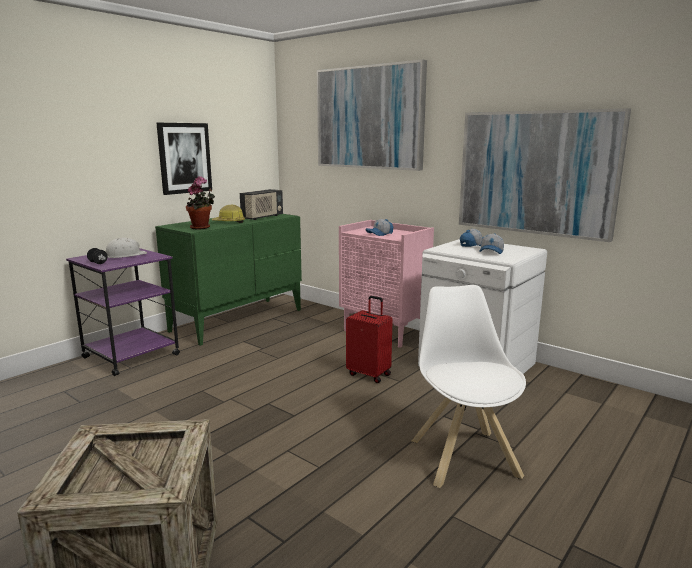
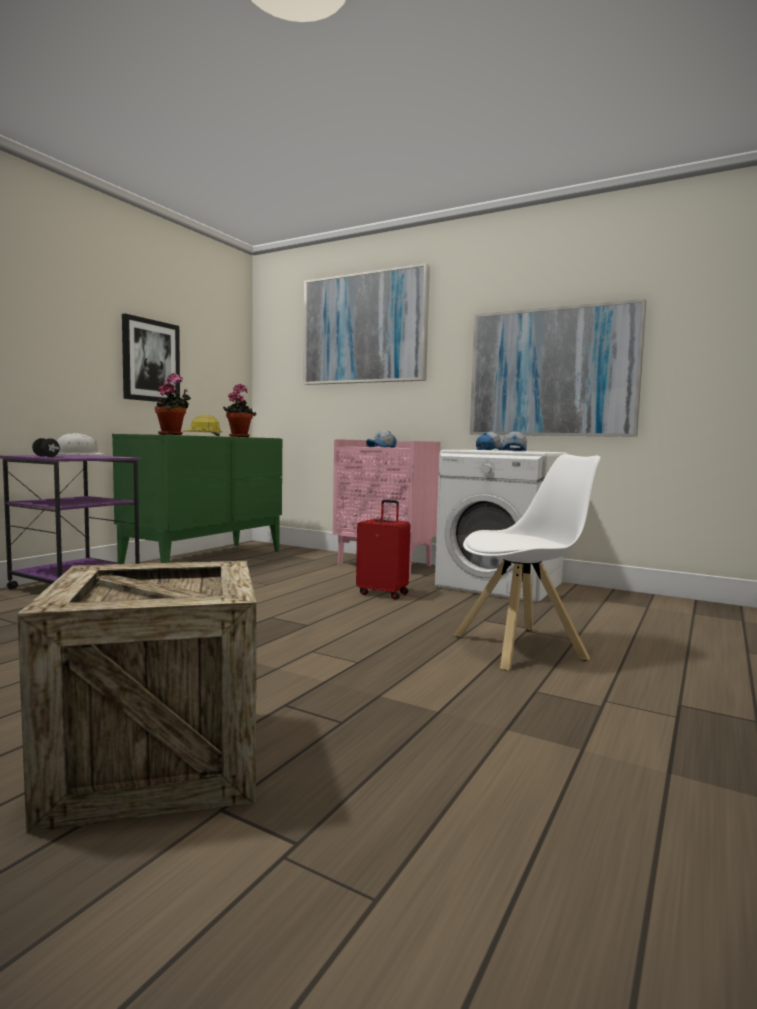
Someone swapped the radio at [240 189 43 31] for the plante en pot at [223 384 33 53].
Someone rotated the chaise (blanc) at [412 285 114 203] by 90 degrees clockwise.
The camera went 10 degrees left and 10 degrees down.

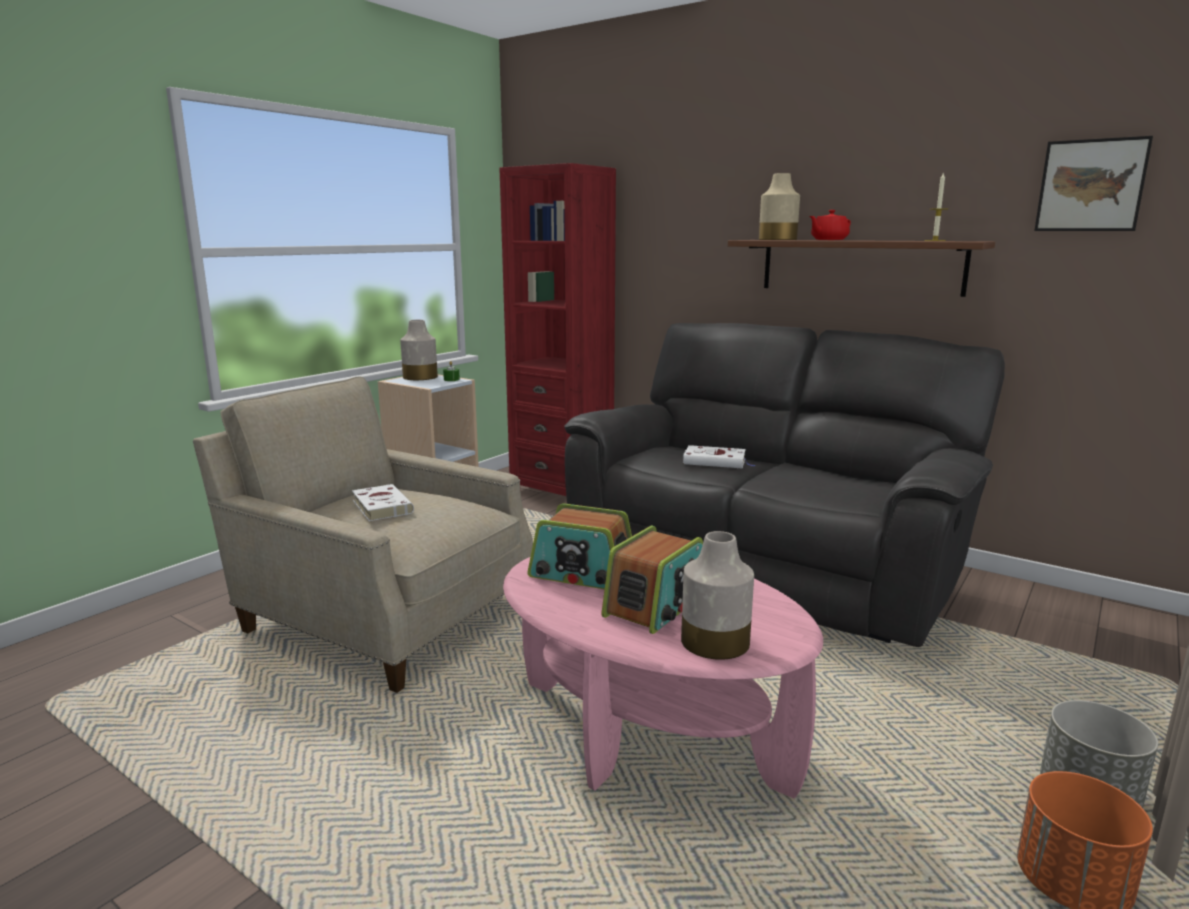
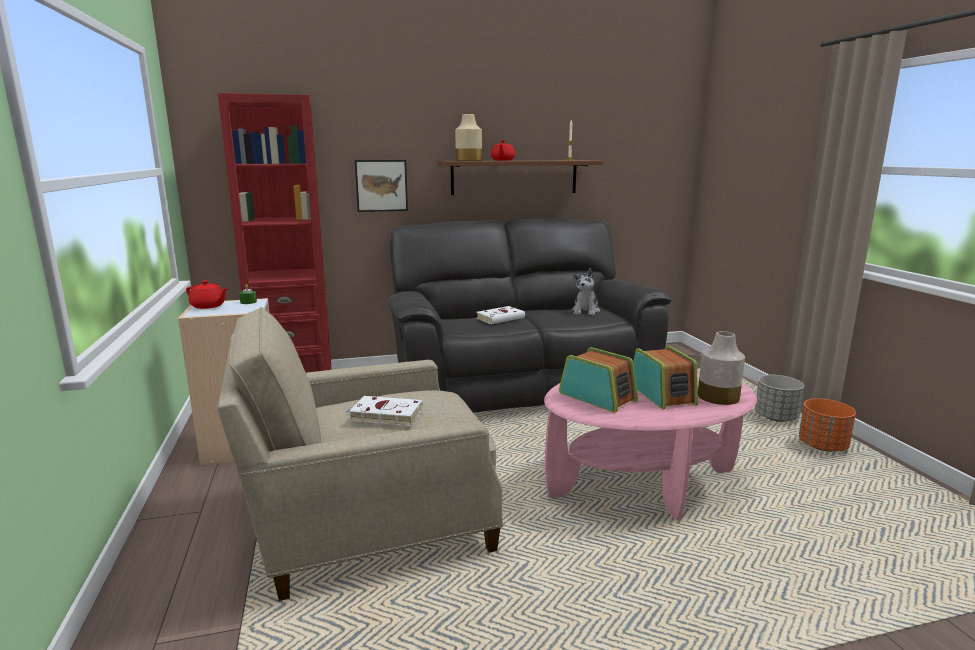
Someone swapped the vase (beige) at [400 320 38 60] for the théière (rouge) at [186 280 42 29].
Someone carried the tableau from [1034 136 119 95] to [355 160 53 52].
Someone rotated the radio at [527 503 105 86] by 105 degrees counterclockwise.
Someone put down the peluche at [572 268 28 48].
The camera went 50 degrees left and 0 degrees up.

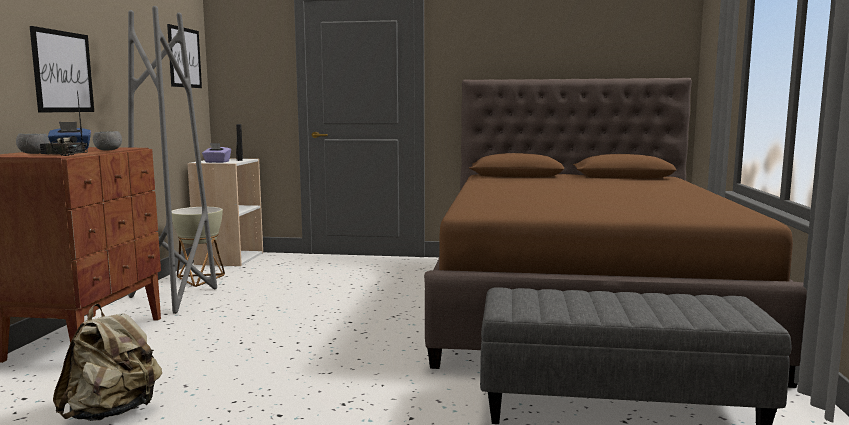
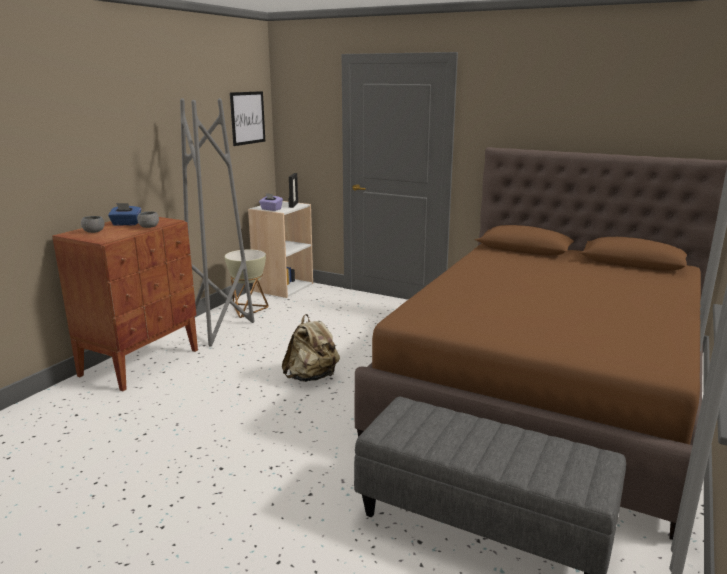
Someone carried the sac à dos (beige) from [53 304 109 117] to [282 314 58 68].
Someone took away the tableau at [30 26 64 87].
Someone took away the radio at [40 90 48 66].
The camera went 20 degrees right and 10 degrees up.

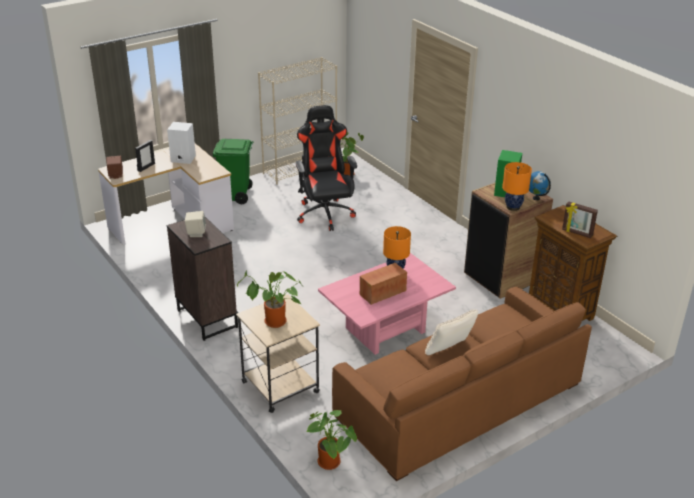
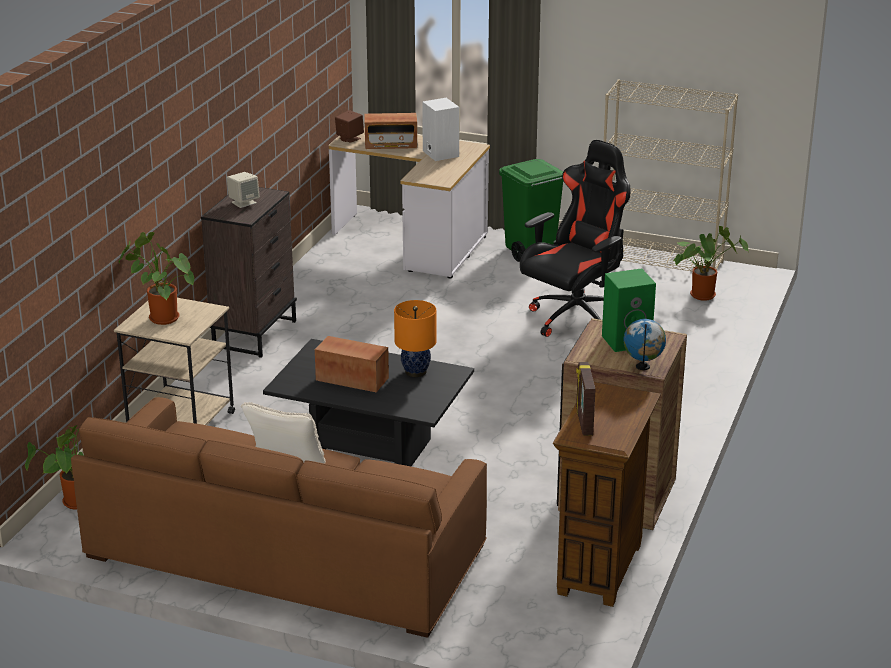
Someone repainted the table basse (rose) at [318 253 138 102], which became the table basse (noir) at [263 339 211 127].
Someone swapped the cadre photo at [135 140 20 32] for the radio at [364 113 53 36].
Someone took away the lampe de table (orange) at [502 162 30 49].
The camera went 55 degrees right and 5 degrees down.

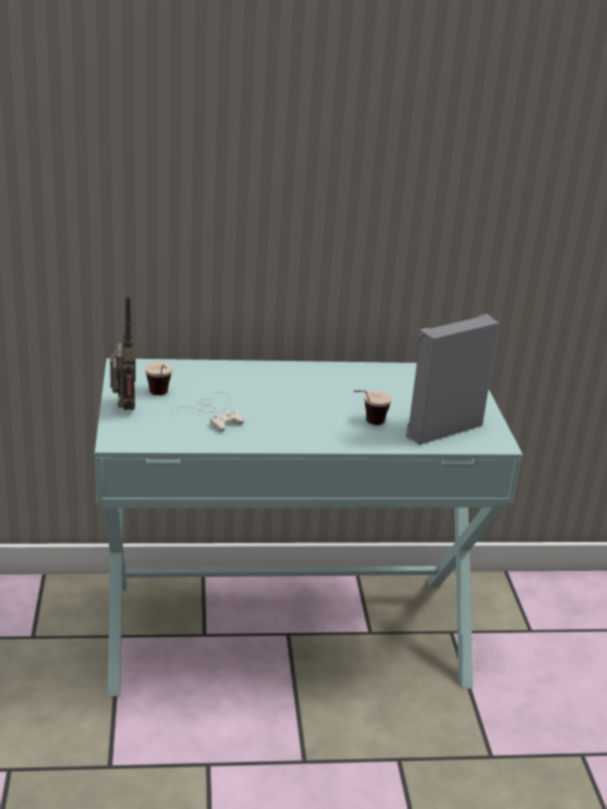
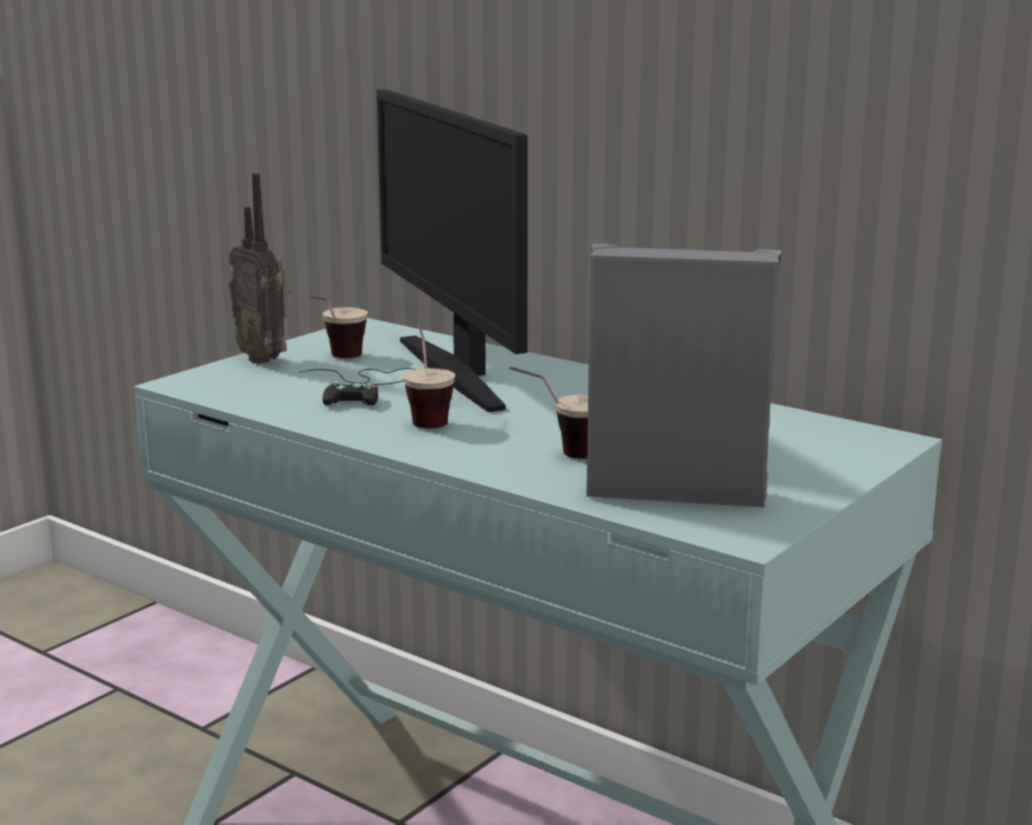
Someone rotated the radio at [110 296 26 114] by 105 degrees clockwise.
Someone repainted the manette (blanc) at [170 392 74 40], which became the manette (noir) at [299 368 117 38].
Someone put down the écran d'ordinateur at [377 89 151 323].
Someone put down the tasse at [403 323 52 105].
The camera went 45 degrees right and 10 degrees down.

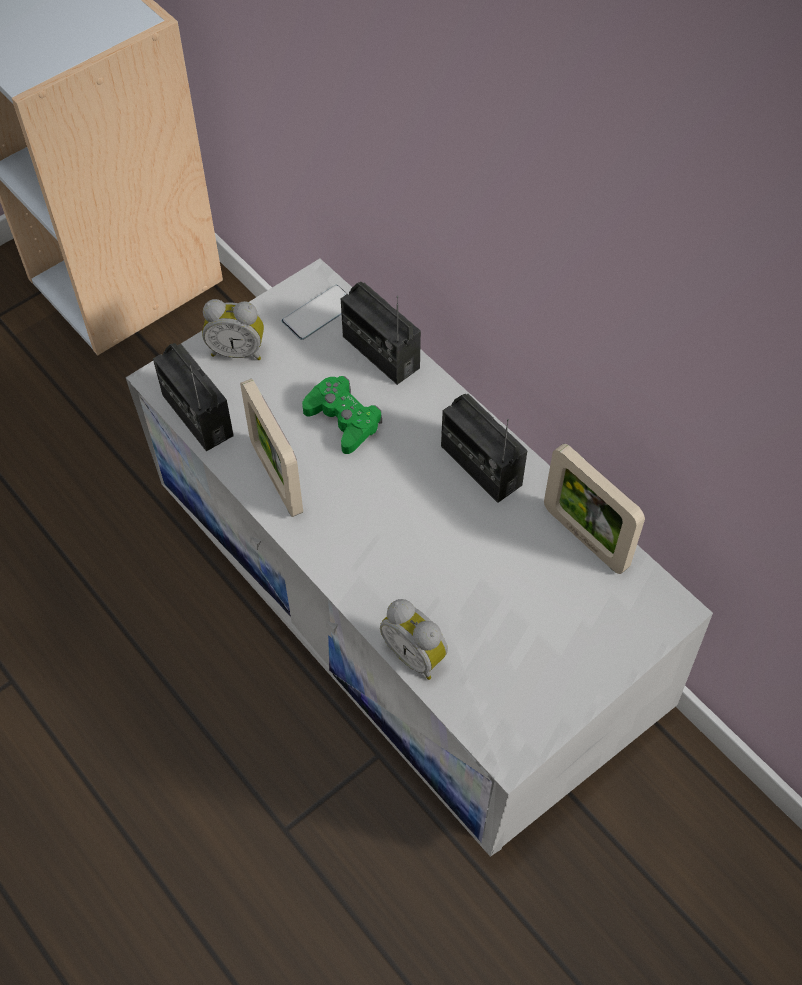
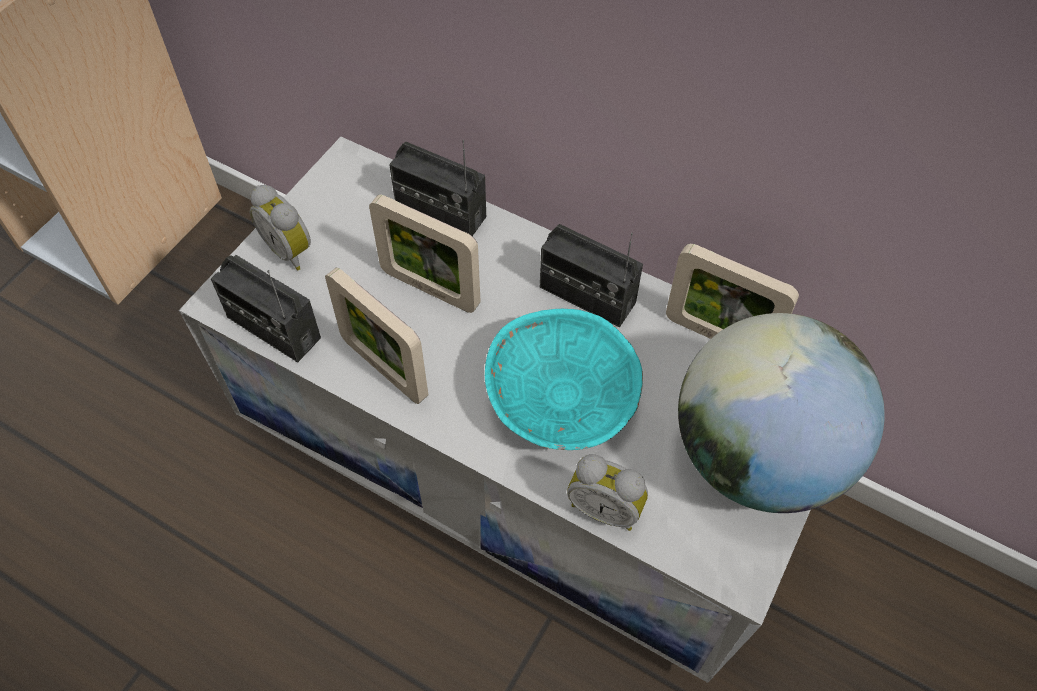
Someone rotated the réveil at [202 299 62 61] by 60 degrees clockwise.
Someone swapped the manette (vert) at [302 376 80 78] for the cadre photo at [369 195 111 118].
Someone put down the bol (turquoise) at [485 309 158 141].
Someone put down the globe at [678 313 207 200].
Someone took away the téléphone at [282 285 67 55].
The camera went 20 degrees left and 0 degrees up.

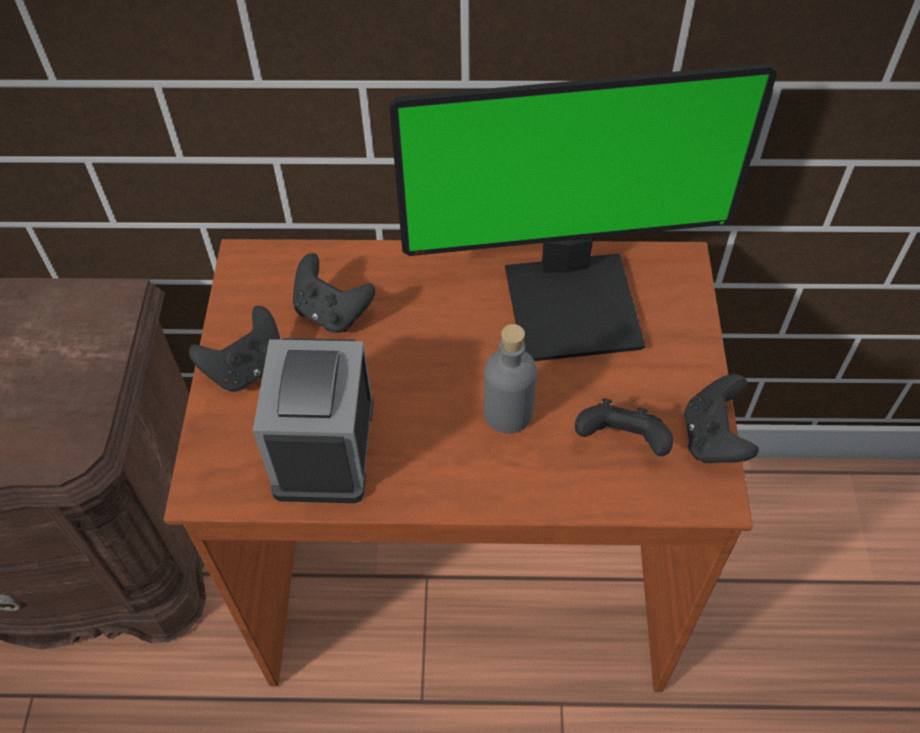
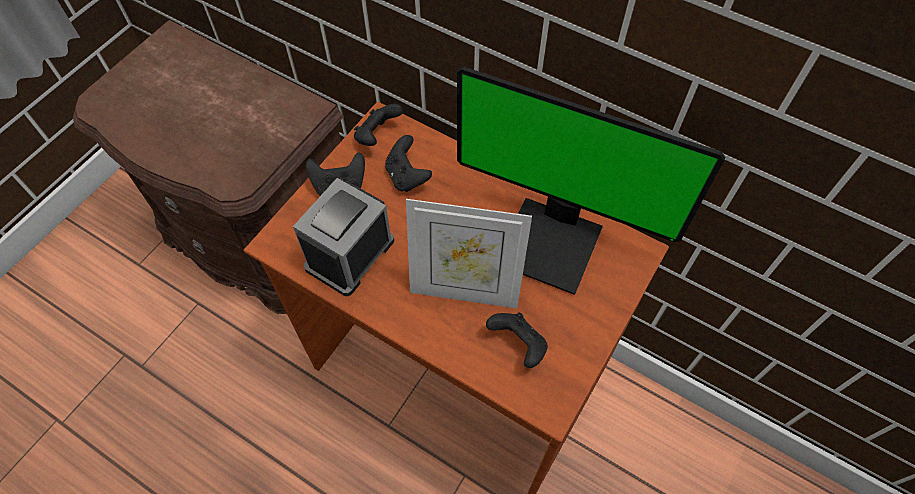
Someone carried the manette (noir) from [684 374 75 89] to [354 104 49 42].
Someone swapped the bouteille (gris) at [484 324 53 109] for the cadre photo at [406 199 126 109].
The camera went 30 degrees right and 5 degrees up.

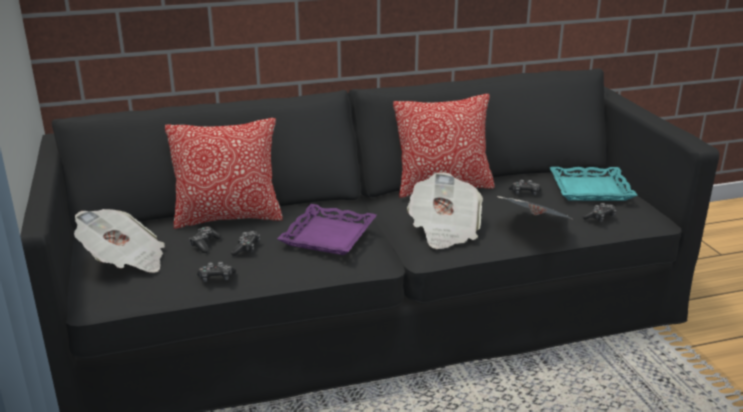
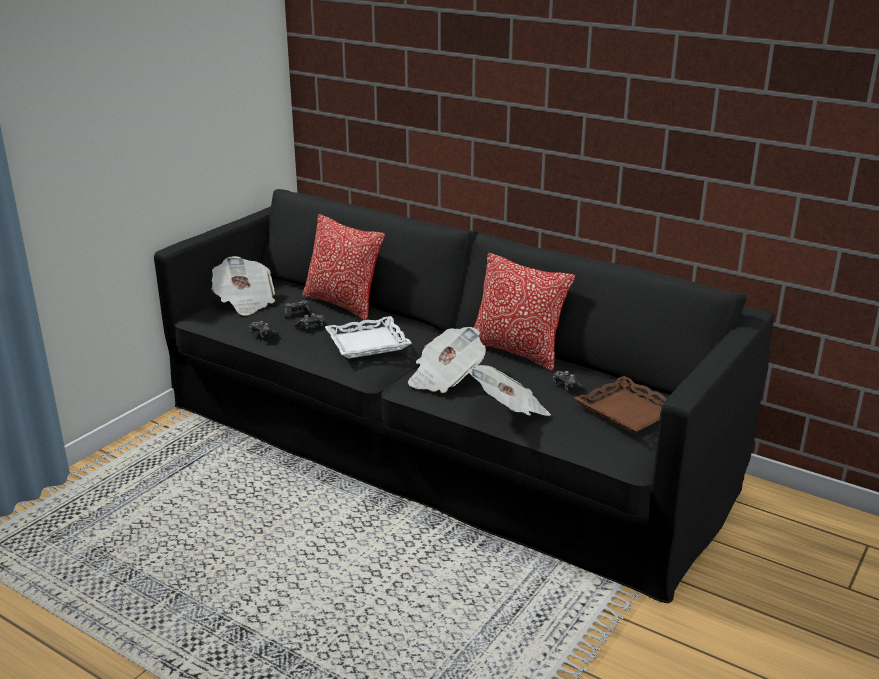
Someone repainted the plateau (violet) at [277 204 100 51], which became the plateau (blanc) at [325 316 87 43].
Someone repainted the plateau (turquoise) at [549 167 89 34], which became the plateau (marron) at [574 376 93 58].
Someone took away the manette at [582 203 35 19].
The camera went 50 degrees right and 0 degrees up.

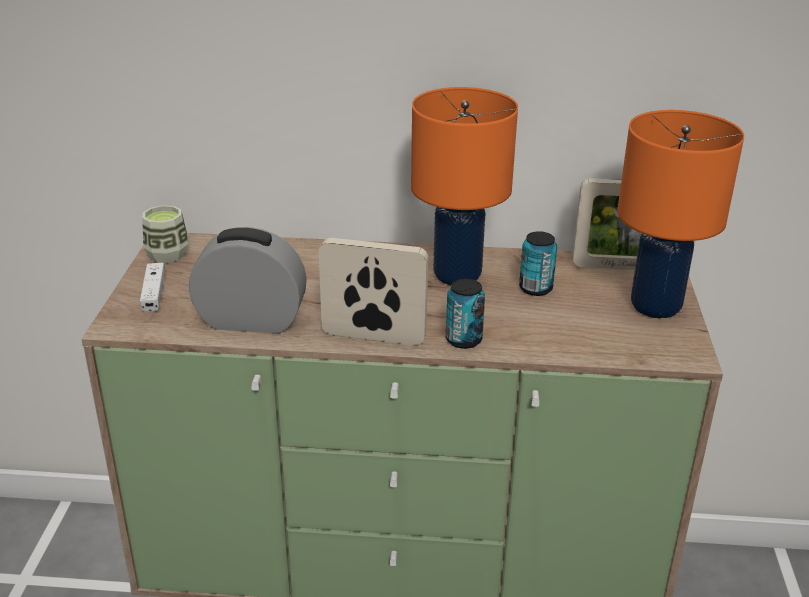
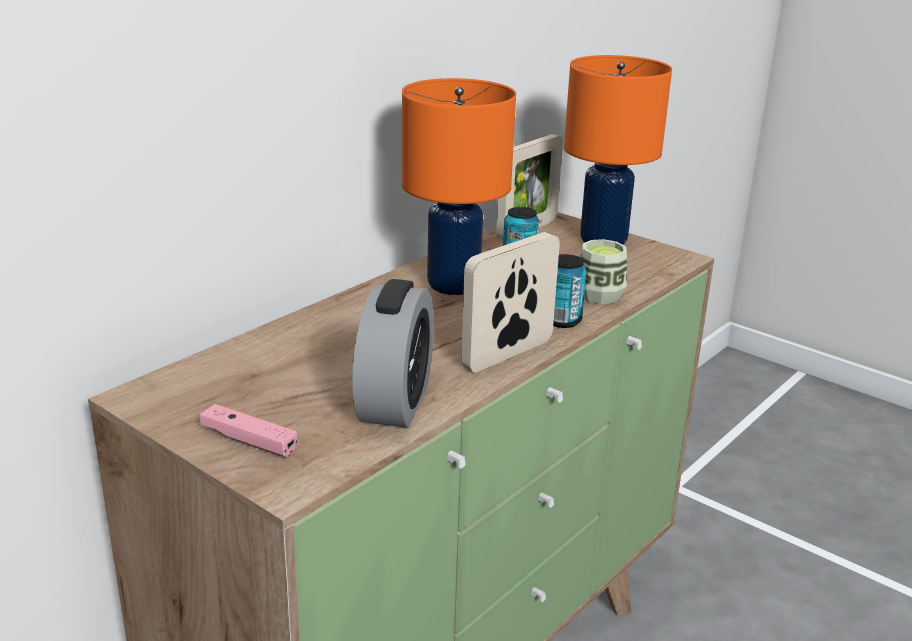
Someone repainted the manette (blanc) at [140 263 25 49], which became the manette (rose) at [200 404 97 53].
Someone rotated the réveil at [189 227 118 107] by 150 degrees clockwise.
Someone carried the tasse from [142 205 46 58] to [580 239 47 65].
The camera went 55 degrees left and 5 degrees down.

